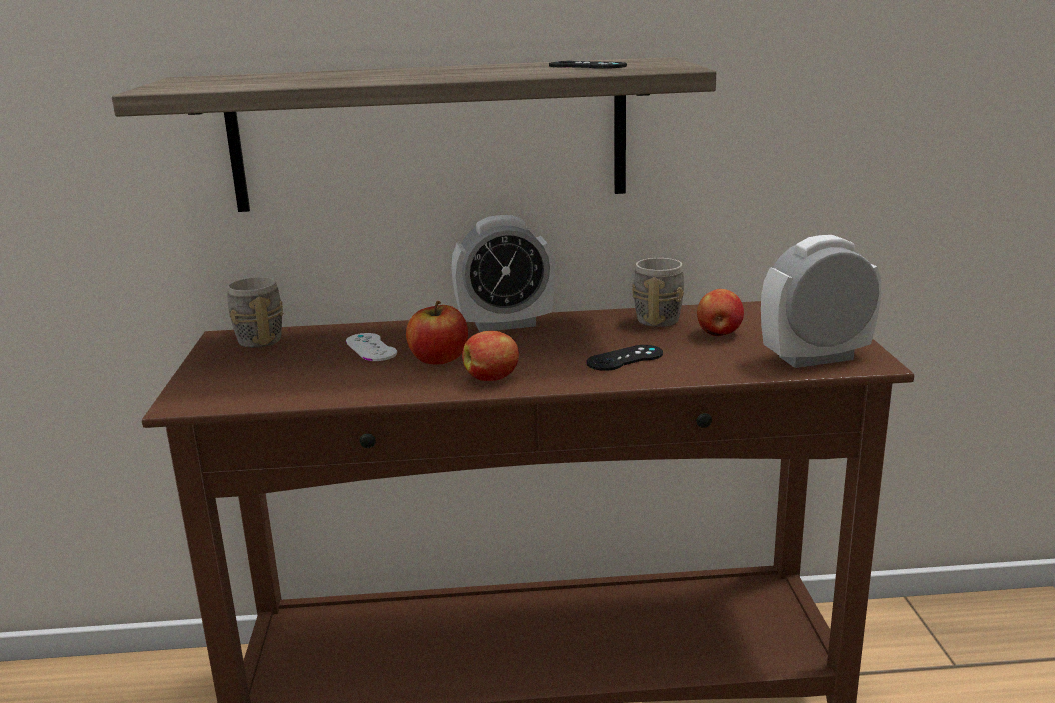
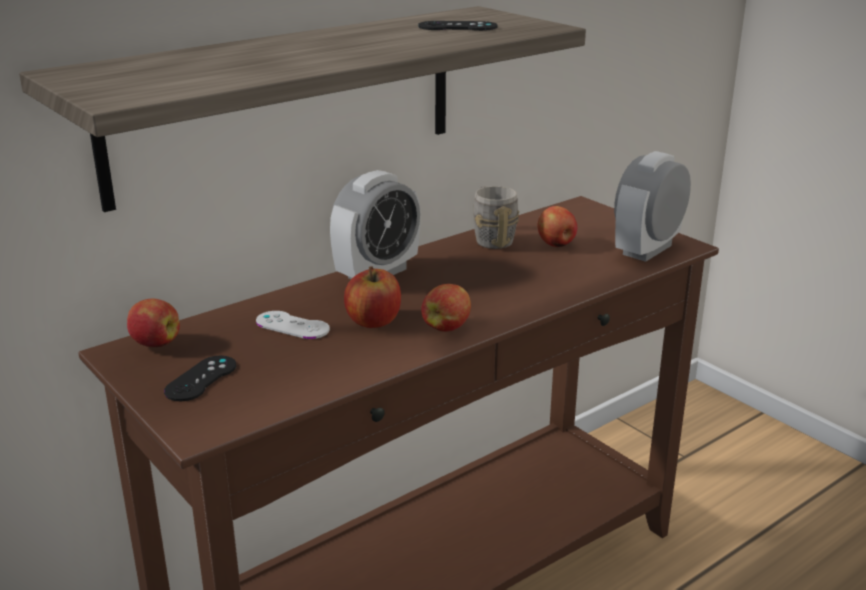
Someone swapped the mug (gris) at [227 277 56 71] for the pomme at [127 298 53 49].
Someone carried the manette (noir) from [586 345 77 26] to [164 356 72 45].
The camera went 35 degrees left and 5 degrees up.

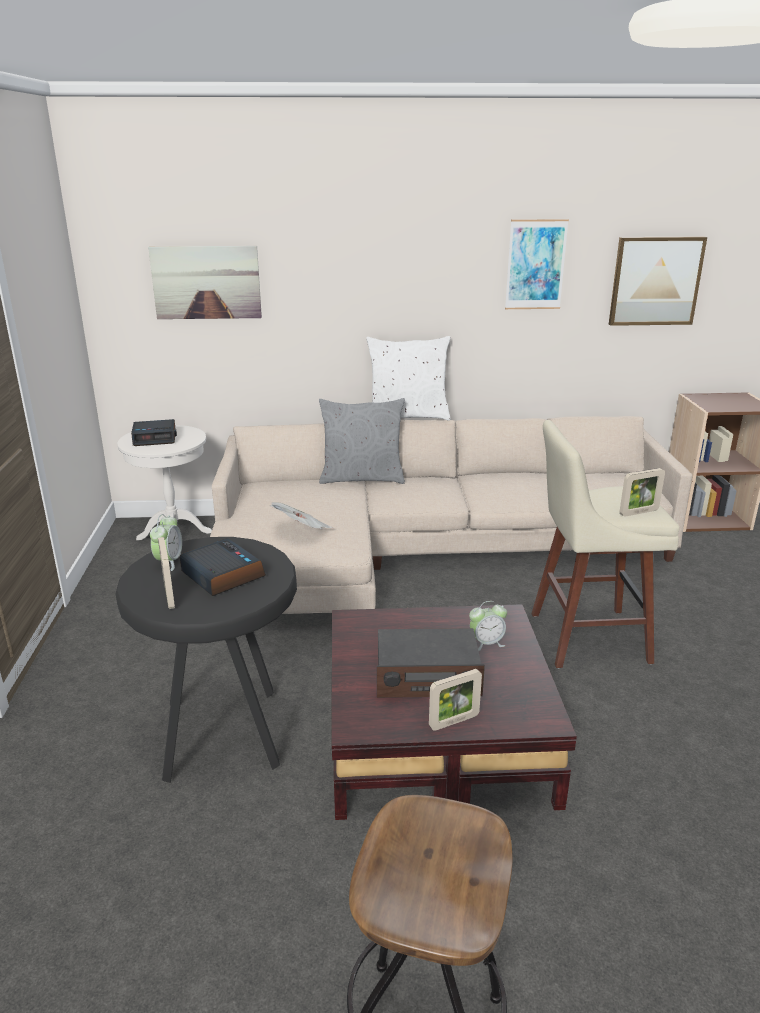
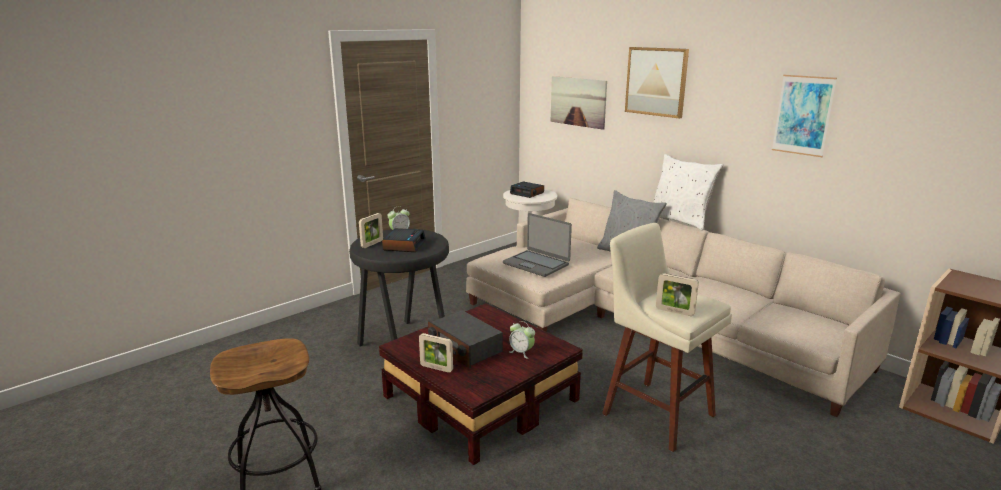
Someone swapped the journal at [269 502 65 28] for the ordinateur portable at [503 213 69 64].
Someone carried the tableau from [609 237 98 89] to [625 47 64 72].
The camera went 50 degrees right and 5 degrees down.

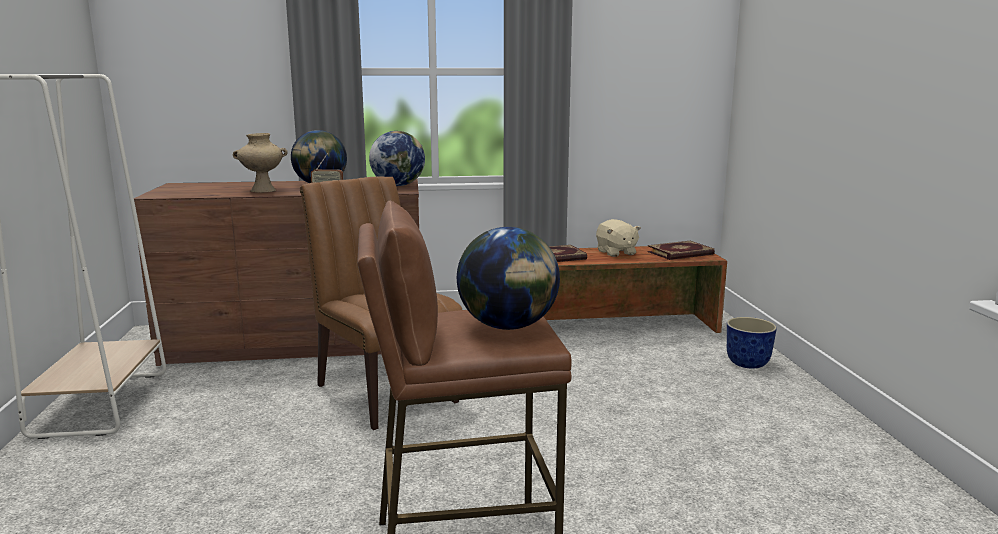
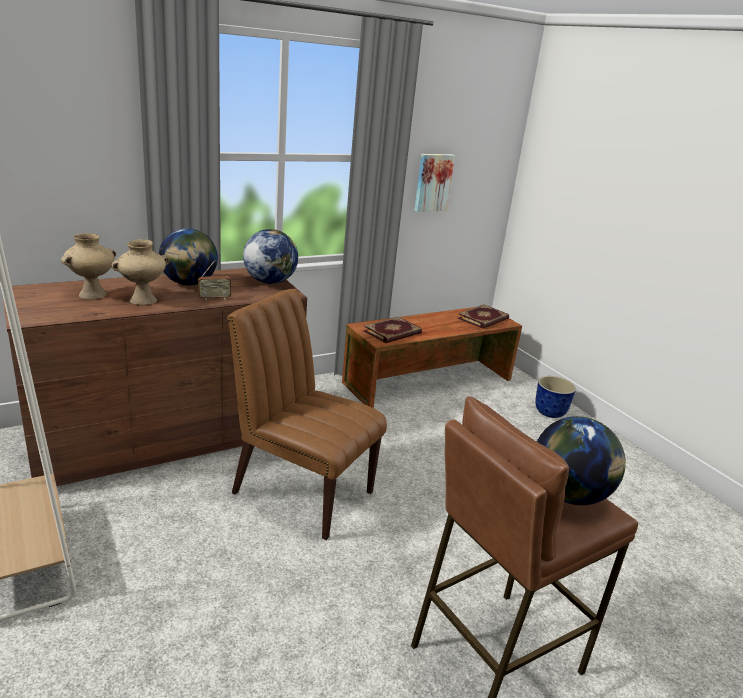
Someone put down the vase (beige) at [61 233 55 66].
Someone put up the tableau at [414 154 41 58].
Someone took away the peluche (beige) at [596 219 45 38].
The camera went 25 degrees left and 10 degrees up.

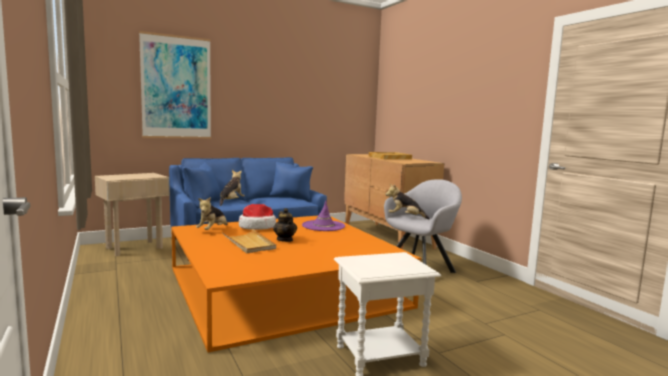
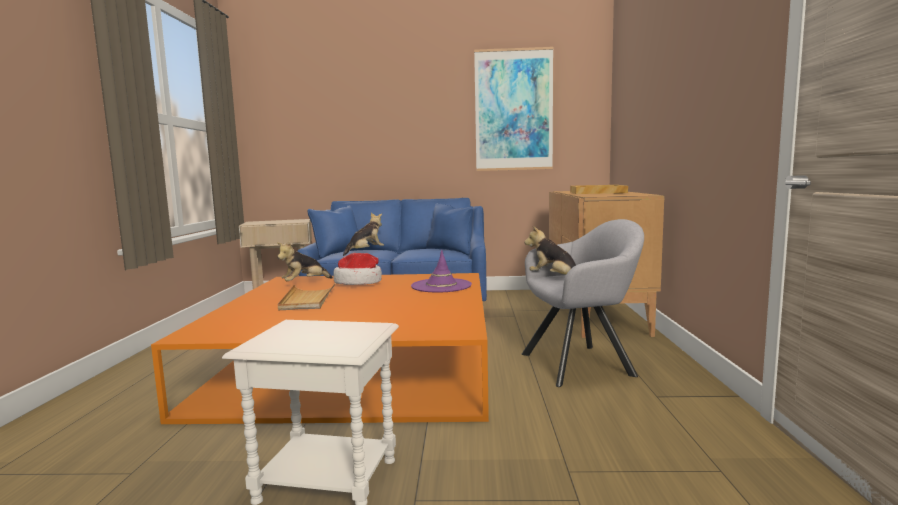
Someone carried the tableau from [139 31 72 108] to [474 47 79 124].
Someone took away the théière at [273 208 24 34].
The camera went 30 degrees right and 0 degrees up.

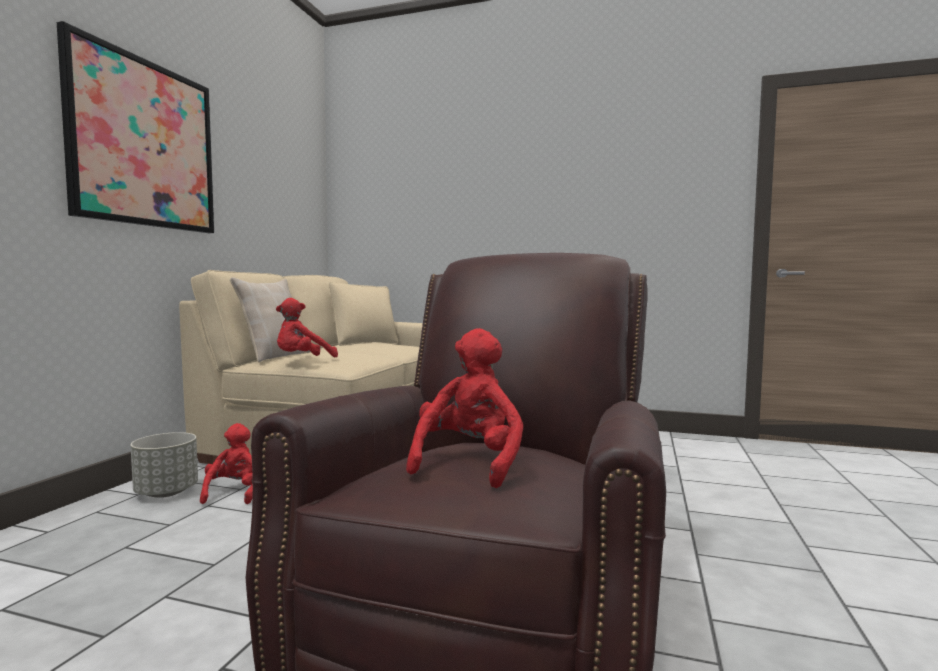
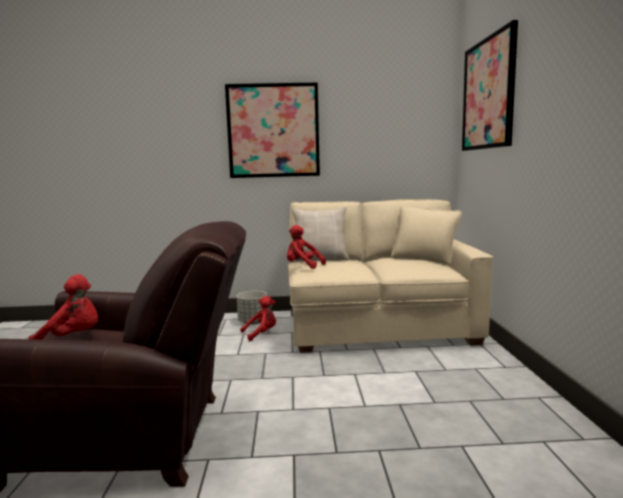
Someone put up the tableau at [462 20 56 131].
The camera went 70 degrees right and 5 degrees up.

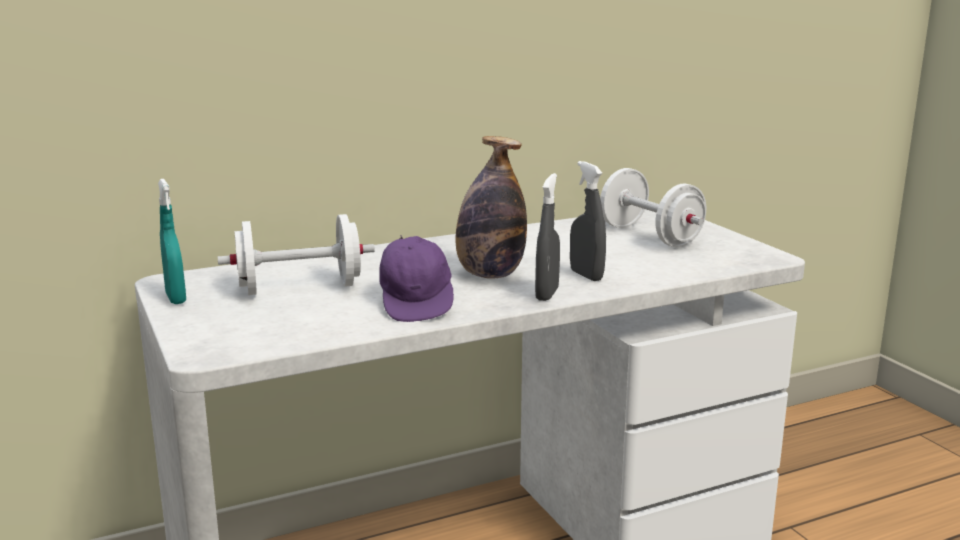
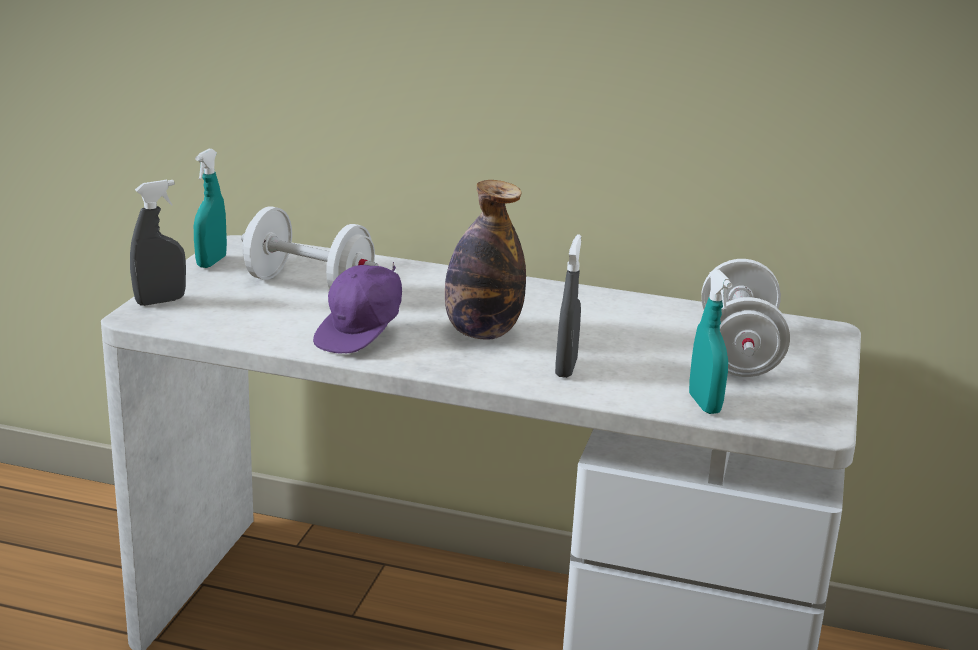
Someone carried the vaporisateur (gris) from [535 173 25 128] to [130 180 56 126].
Someone put down the vaporisateur (turquoise) at [689 269 43 145].
The camera went 40 degrees right and 5 degrees up.

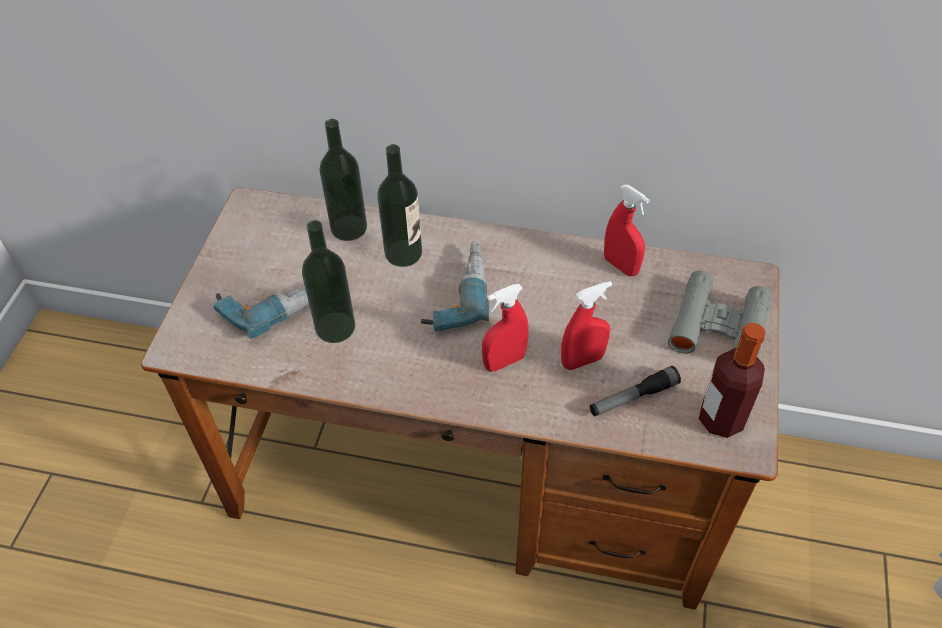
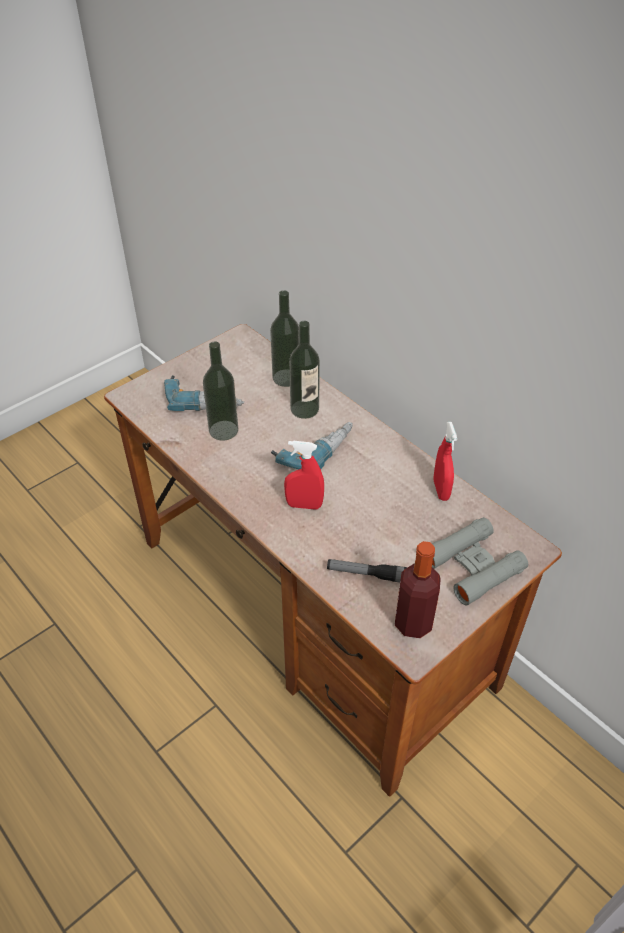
Someone took away the vaporisateur (rouge) at [561 281 51 89].
The camera went 35 degrees right and 5 degrees down.

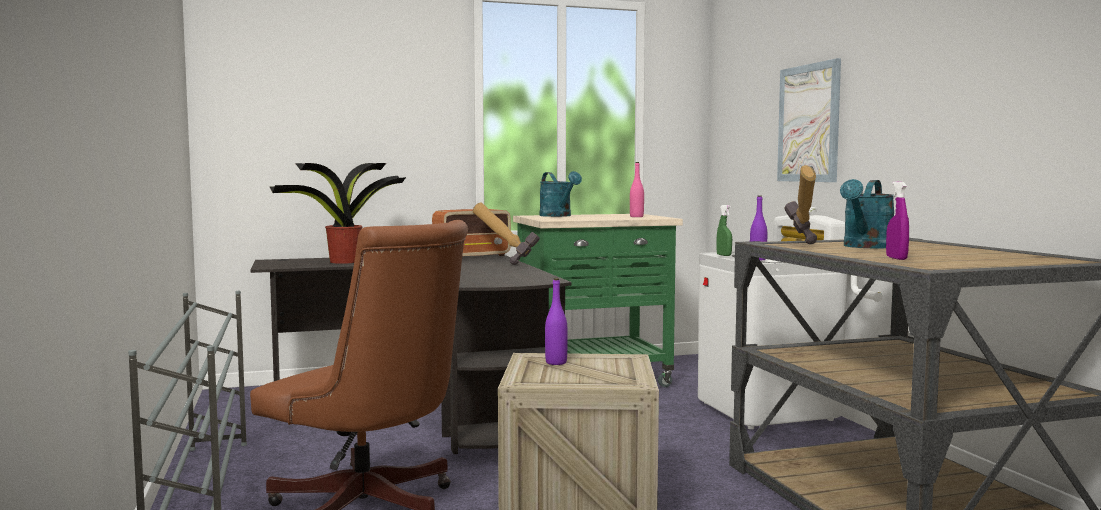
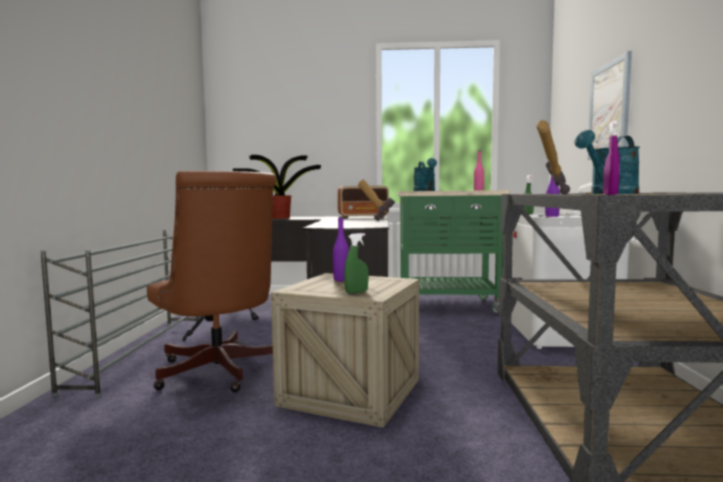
Someone put down the vaporisateur (vert) at [344 233 25 61].
The camera went 20 degrees right and 0 degrees up.

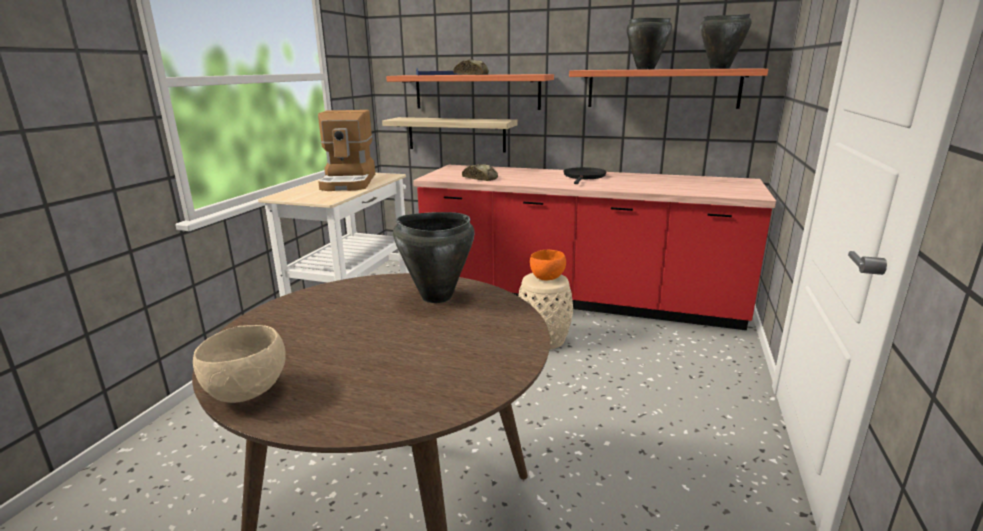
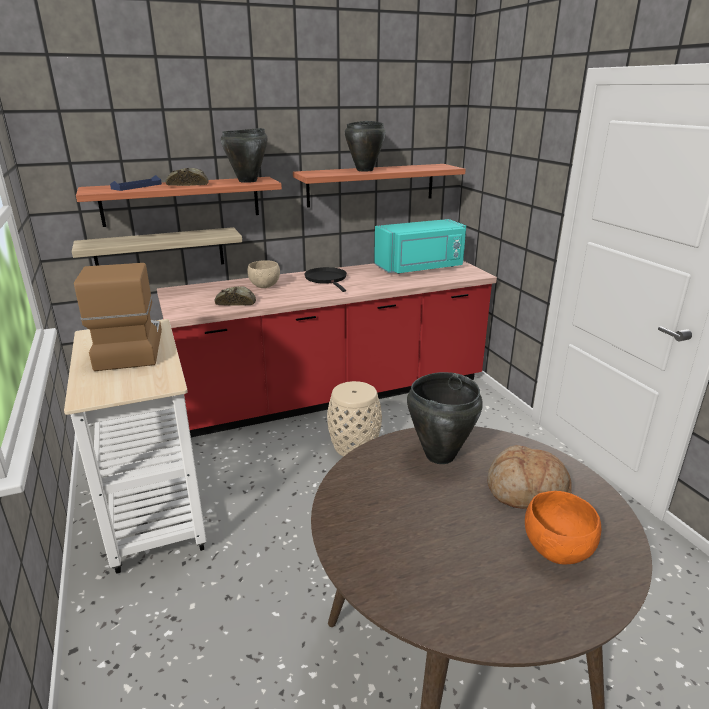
Someone rotated the machine à café at [318 110 57 81] by 150 degrees counterclockwise.
Someone carried the marmite (noir) from [700 14 52 55] to [221 128 47 55].
Someone carried the bol (beige) from [193 325 93 78] to [247 260 33 28].
Someone put down the micro-ondes (turquoise) at [374 219 92 55].
Someone put down the pain at [487 445 84 64].
Someone carried the bol (orange) from [530 250 36 30] to [525 491 76 74].
The camera went 40 degrees left and 5 degrees up.

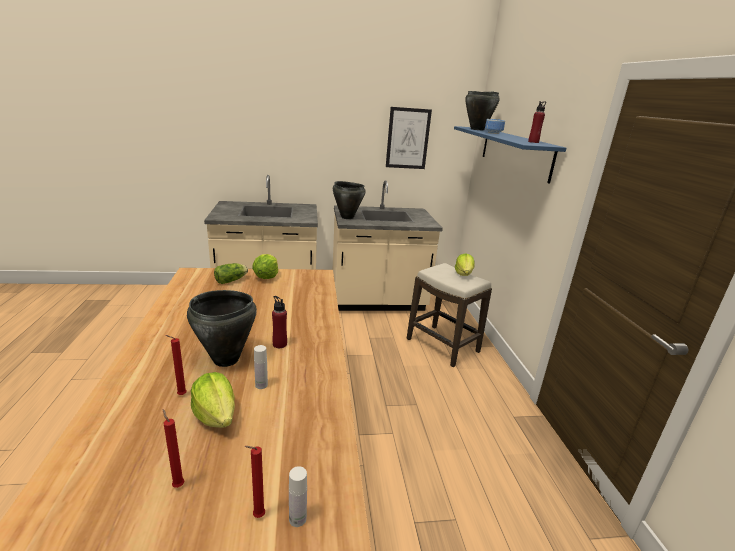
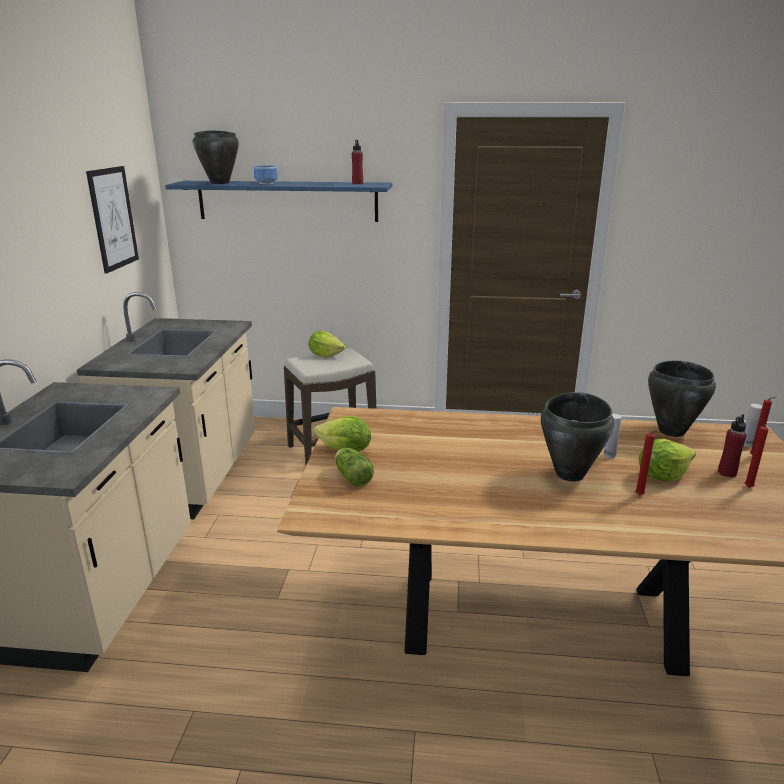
Someone carried the marmite (noir) from [333 181 33 38] to [648 361 68 76].
Someone carried the bouteille (rouge) from [272 296 15 52] to [718 414 28 63].
The camera went 75 degrees left and 0 degrees up.

